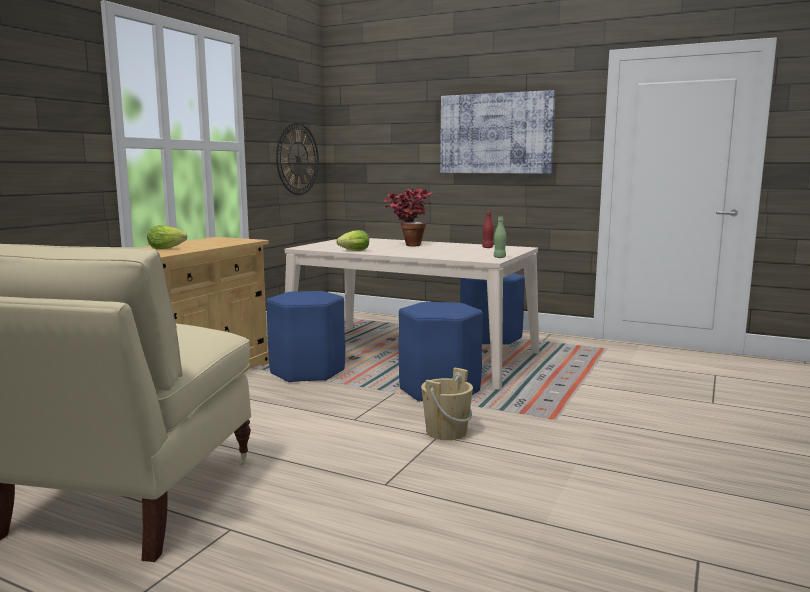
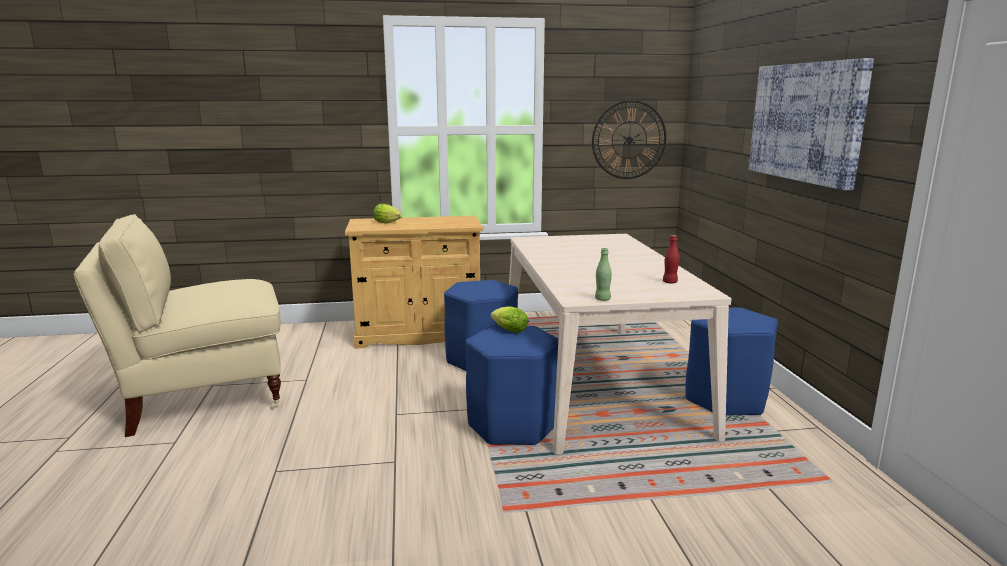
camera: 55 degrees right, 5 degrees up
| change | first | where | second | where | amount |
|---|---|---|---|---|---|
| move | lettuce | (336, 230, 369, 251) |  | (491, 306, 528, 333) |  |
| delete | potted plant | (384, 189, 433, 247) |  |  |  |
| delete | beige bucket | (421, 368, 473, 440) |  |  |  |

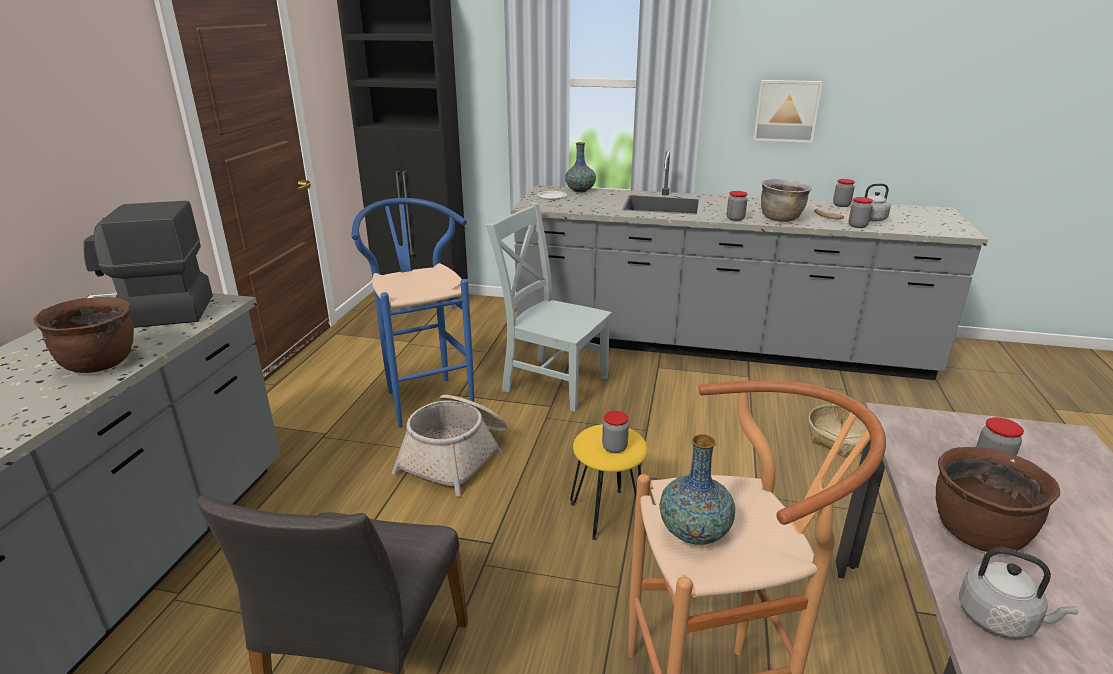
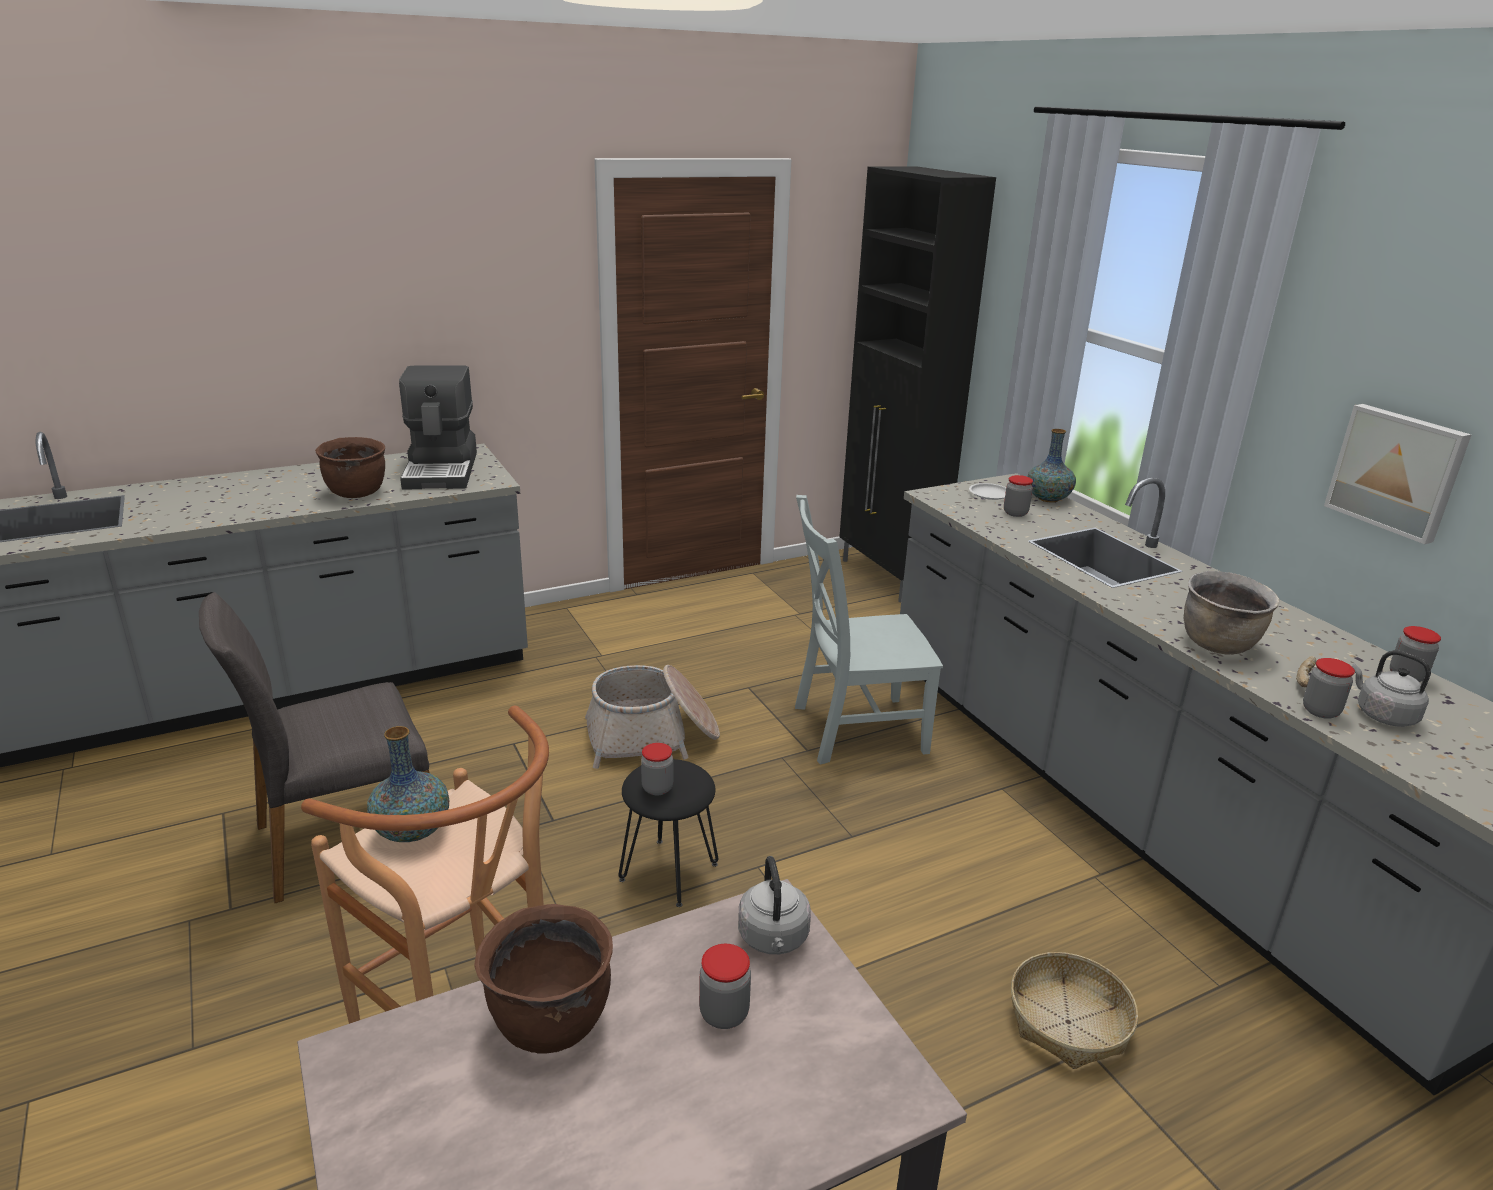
camera: 50 degrees right, 0 degrees up
| change | first | where | second | where | amount |
|---|---|---|---|---|---|
| rotate | coffee machine | (83, 201, 213, 328) |  | (399, 365, 477, 490) | 135 degrees counterclockwise |
| recolor | yellow stool | (570, 424, 648, 540) | black stool | (618, 759, 718, 907) |  |
| move | grey kettle | (959, 547, 1079, 638) |  | (738, 856, 811, 954) |  |
| rotate | grey chair | (486, 202, 612, 412) |  | (795, 495, 943, 765) | 90 degrees counterclockwise |
| move | jar | (727, 191, 747, 221) |  | (1004, 475, 1033, 517) |  |
| delete | blue stool | (351, 198, 474, 428) |  |  |  |

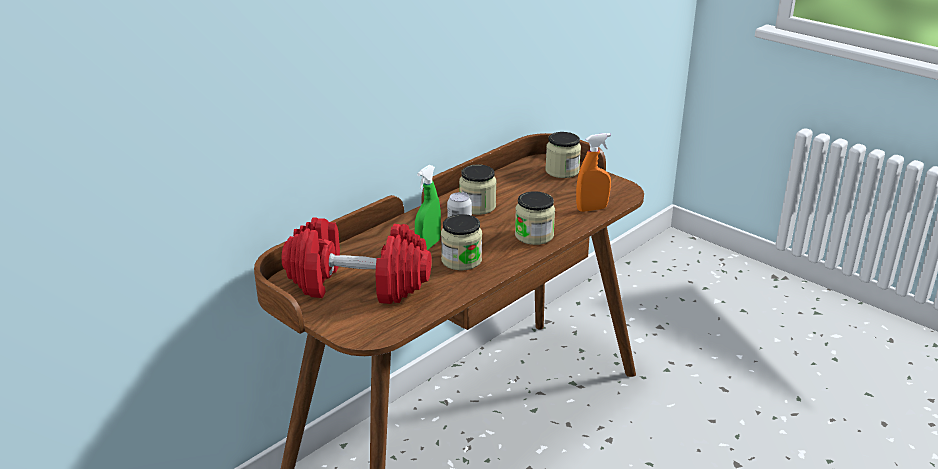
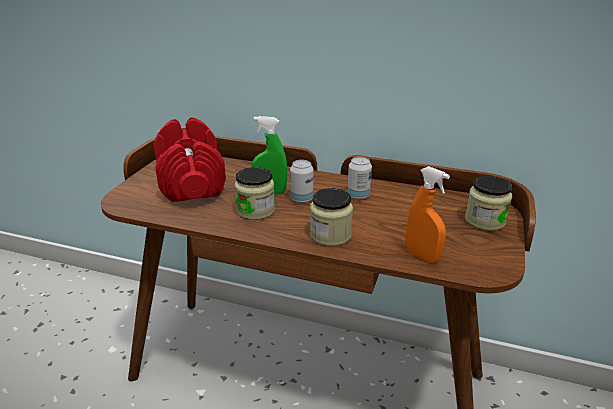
camera: 65 degrees right, 0 degrees up
| change | first | where | second | where | amount |
|---|---|---|---|---|---|
| replace | jar | (459, 164, 497, 215) | can | (348, 157, 372, 200) |  |

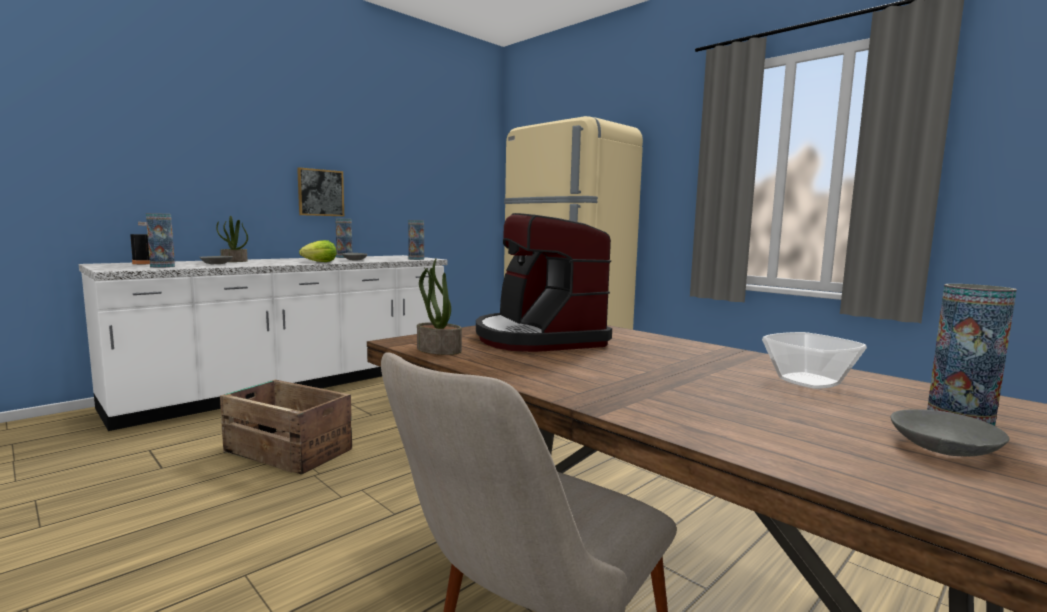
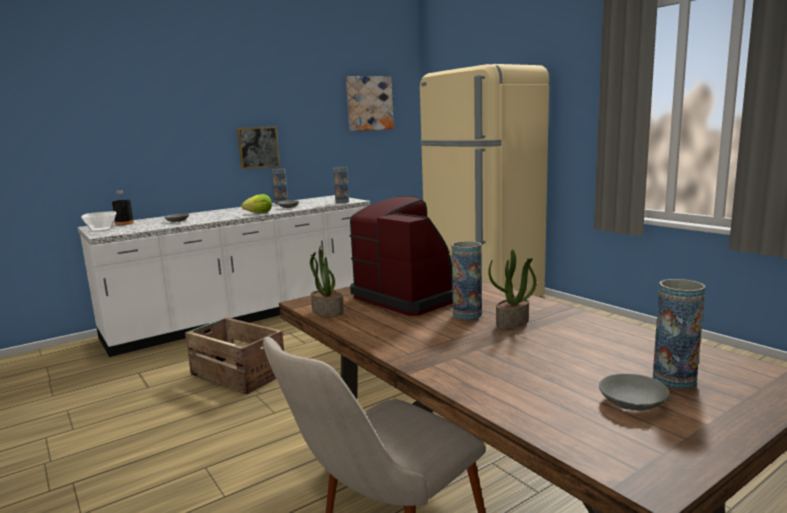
camera: 10 degrees right, 5 degrees up
| change | first | where | second | where | amount |
|---|---|---|---|---|---|
| move | bowl | (762, 332, 867, 389) |  | (81, 211, 116, 232) |  |
| insert |  |  | picture | (346, 76, 393, 131) |  |
| rotate | coffee machine | (476, 213, 612, 352) |  | (350, 196, 453, 316) | 150 degrees clockwise |
| move | vase | (146, 213, 175, 268) |  | (452, 241, 482, 320) |  |
| move | potted plant | (216, 216, 248, 262) |  | (488, 249, 537, 329) |  |

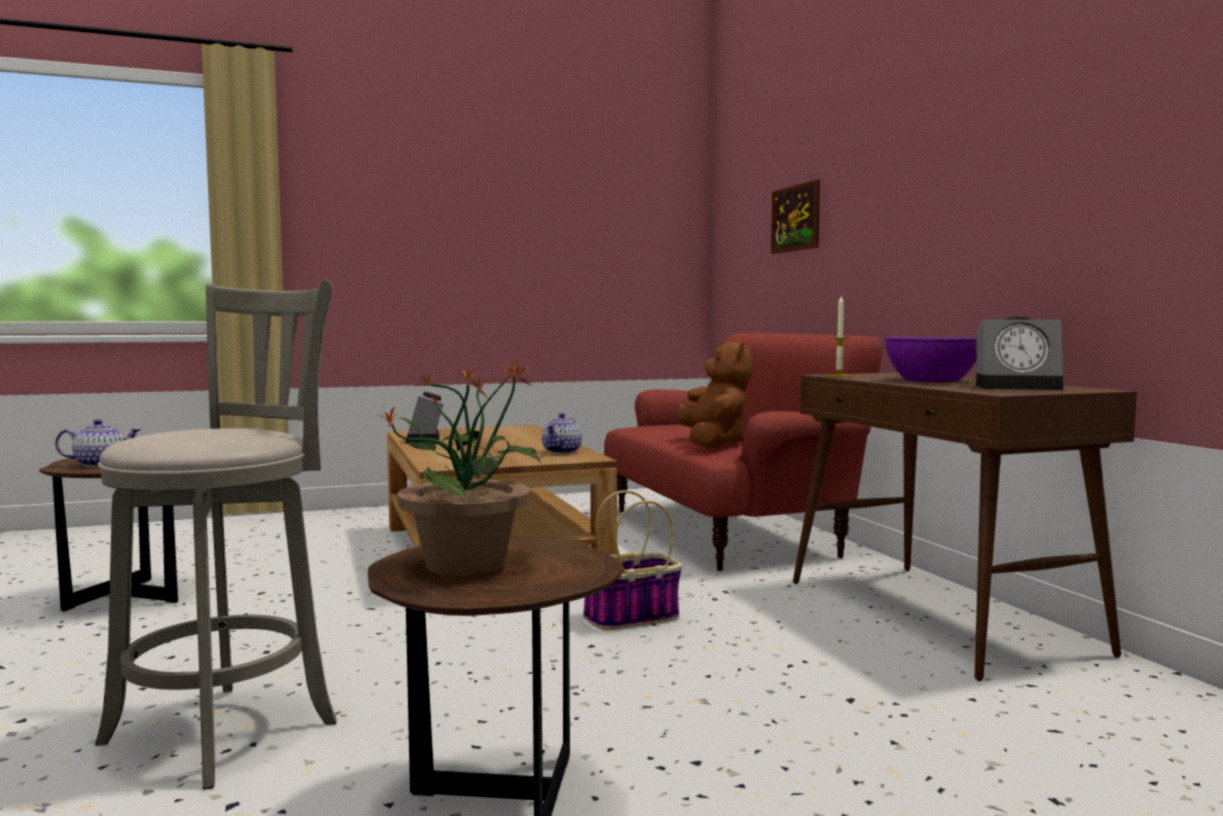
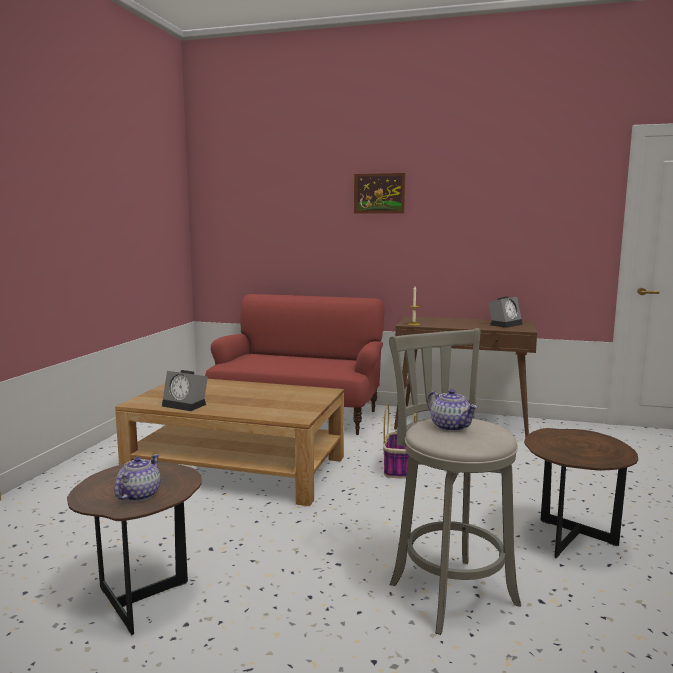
camera: 55 degrees left, 5 degrees up
| change | first | where | second | where | amount |
|---|---|---|---|---|---|
| move | picture | (771, 180, 820, 254) |  | (354, 173, 405, 214) |  |
| move | teapot | (542, 413, 582, 454) |  | (427, 389, 477, 432) |  |
| delete | potted plant | (379, 360, 541, 576) |  |  |  |
| delete | brown plush toy | (677, 340, 752, 448) |  |  |  |
| delete | purple bowl | (884, 337, 977, 382) |  |  |  |

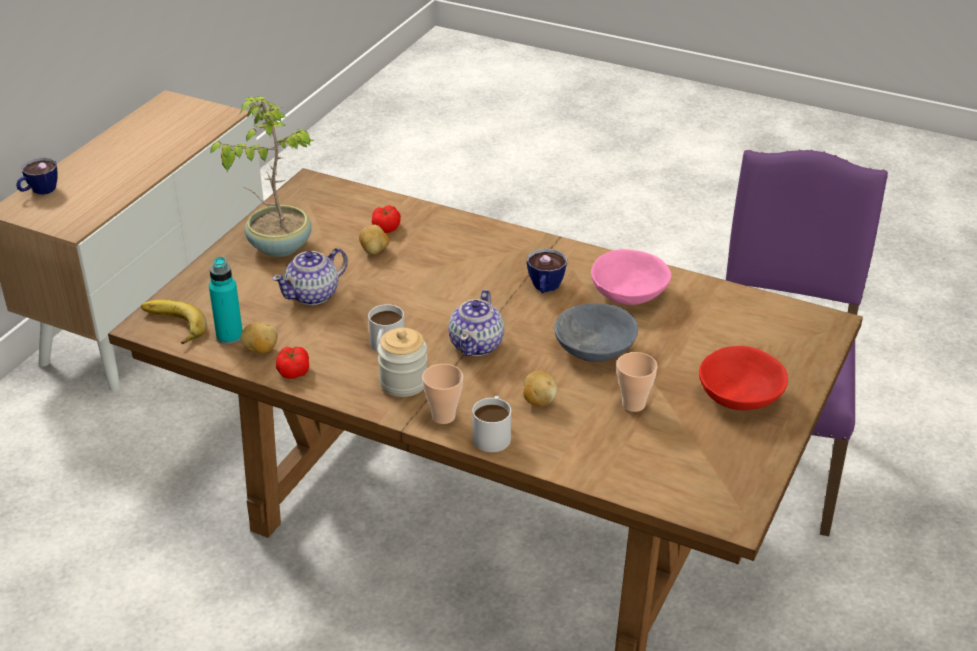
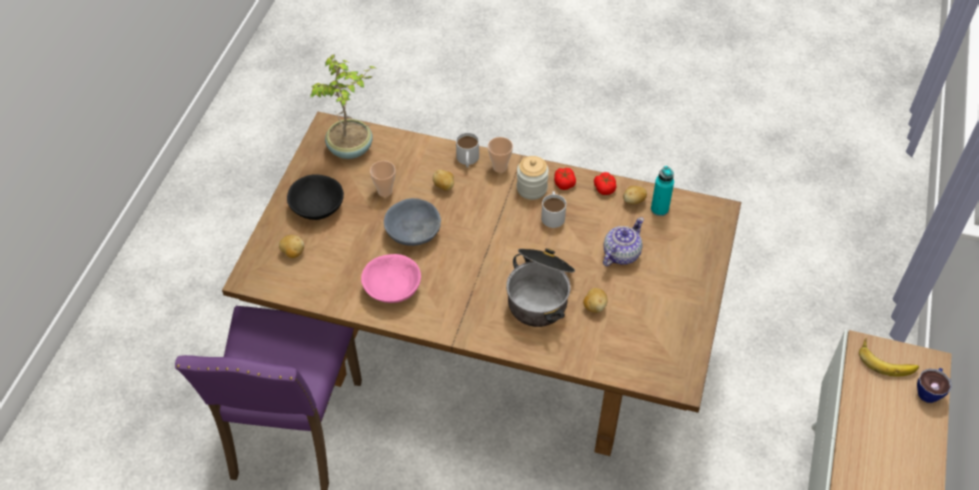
camera: 170 degrees right, 15 degrees up
| change | first | where | second | where | amount |
|---|---|---|---|---|---|
| insert |  |  | potato | (279, 235, 304, 258) |  |
| recolor | red bowl | (699, 346, 788, 410) | black bowl | (287, 174, 344, 220) |  |
| move | potted plant | (210, 96, 314, 257) |  | (310, 54, 375, 159) |  |
| insert |  |  | cooking pot | (506, 248, 575, 327) |  |
| move | tomato | (372, 205, 401, 233) |  | (554, 168, 576, 190) |  |
| move | banana | (141, 300, 207, 344) |  | (859, 338, 919, 377) |  |
| delete | teapot | (448, 290, 504, 356) |  |  |  |
| delete | cup | (527, 248, 567, 293) |  |  |  |

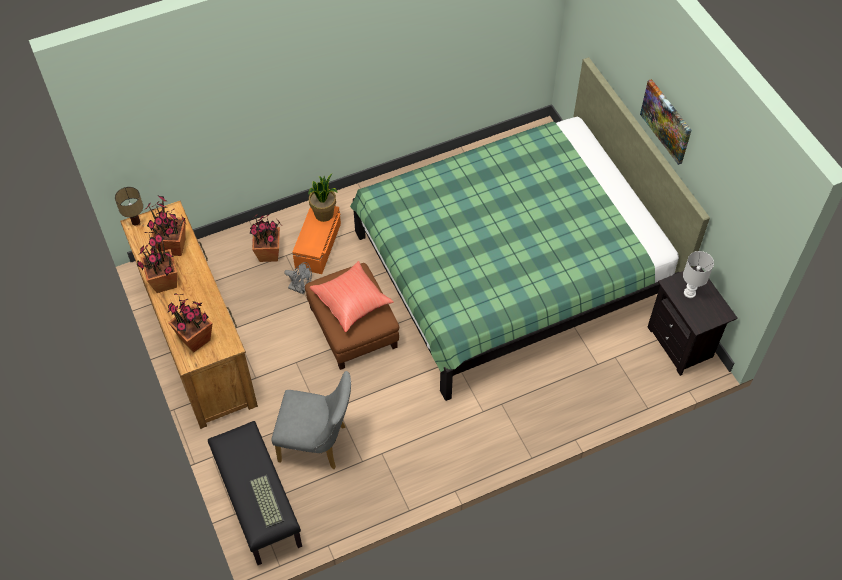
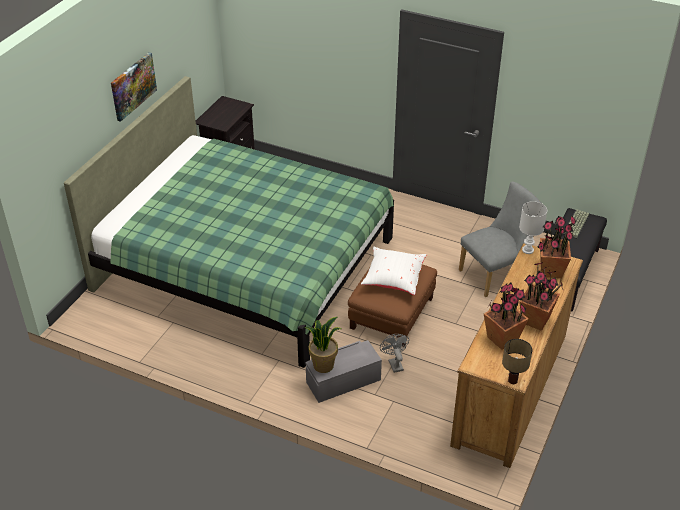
camera: 130 degrees left, 15 degrees down
| change | first | where | second | where | amount |
|---|---|---|---|---|---|
| recolor | orange storage box | (292, 206, 341, 274) | grey storage box | (306, 340, 382, 403) |  |
| recolor | red pillow | (310, 261, 394, 332) | white pillow | (361, 246, 426, 295) |  |
| rotate | grey chair | (271, 371, 351, 469) |  | (459, 181, 541, 297) | 90 degrees clockwise |
| move | white table lamp | (683, 251, 714, 298) |  | (519, 201, 547, 254) |  |
| delete | potted plant | (250, 214, 280, 262) |  |  |  |

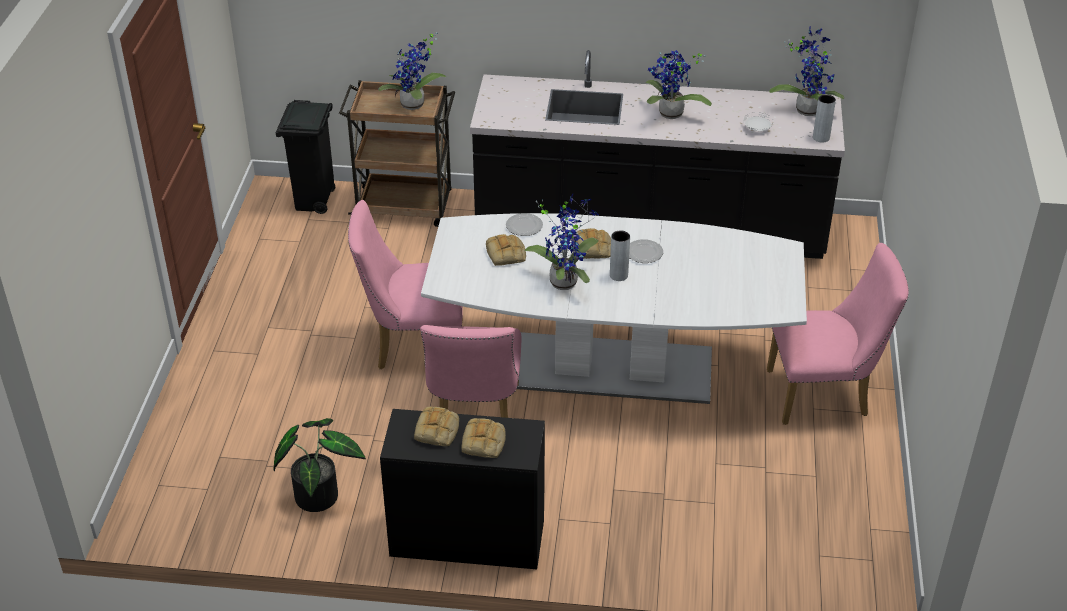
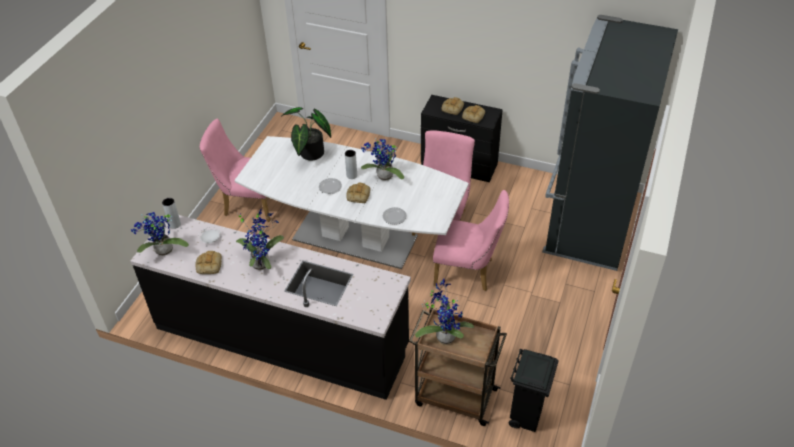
camera: 165 degrees left, 5 degrees up
| change | first | where | second | where | amount |
|---|---|---|---|---|---|
| move | bread | (486, 234, 526, 266) |  | (195, 251, 222, 274) |  |
| move | potted plant | (274, 418, 366, 512) |  | (281, 107, 331, 160) |  |
| insert |  |  | black fridge | (542, 15, 678, 271) |  |

